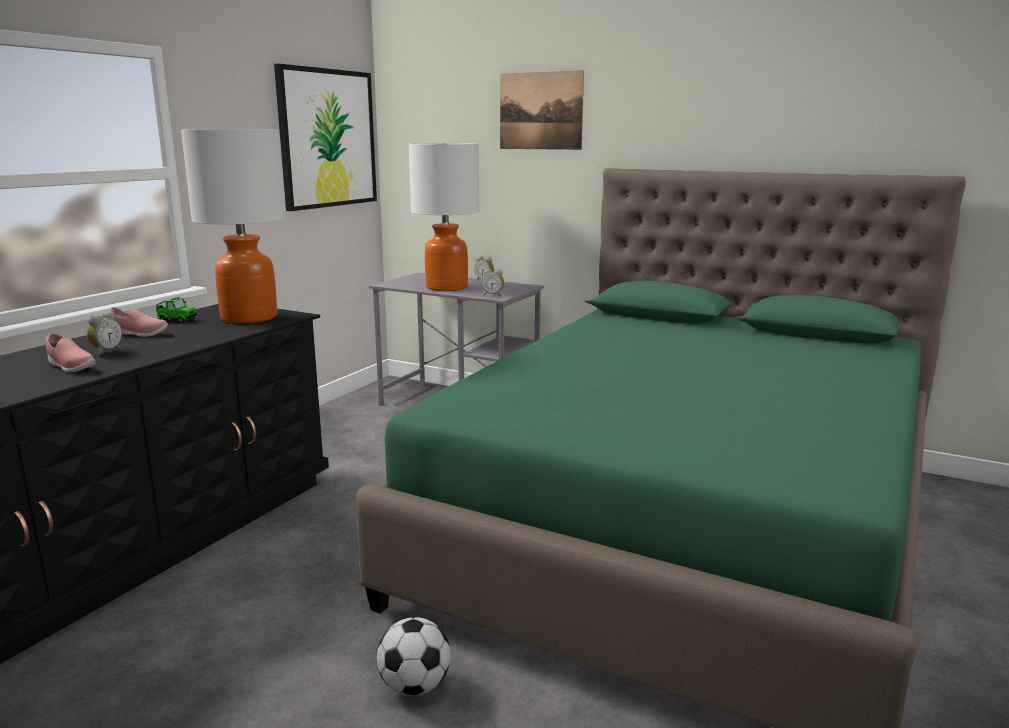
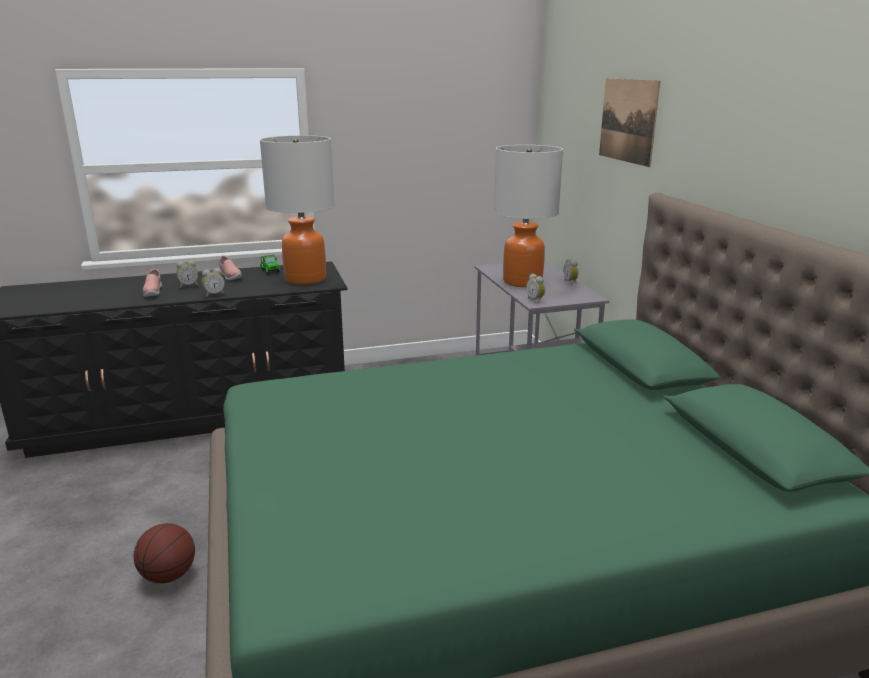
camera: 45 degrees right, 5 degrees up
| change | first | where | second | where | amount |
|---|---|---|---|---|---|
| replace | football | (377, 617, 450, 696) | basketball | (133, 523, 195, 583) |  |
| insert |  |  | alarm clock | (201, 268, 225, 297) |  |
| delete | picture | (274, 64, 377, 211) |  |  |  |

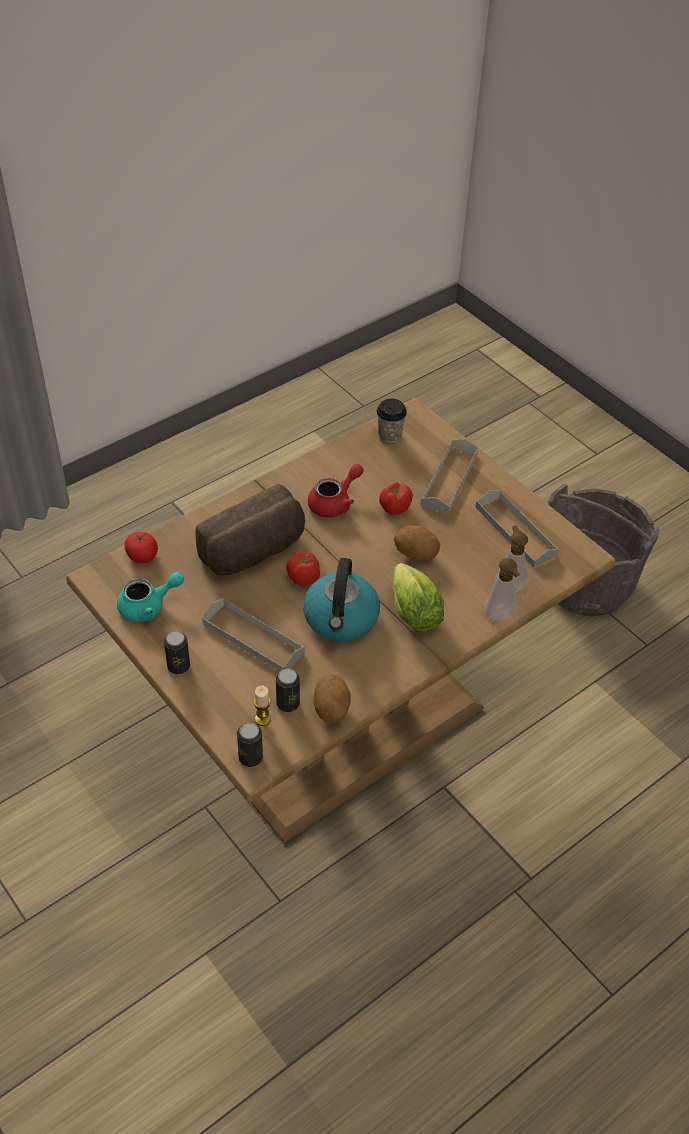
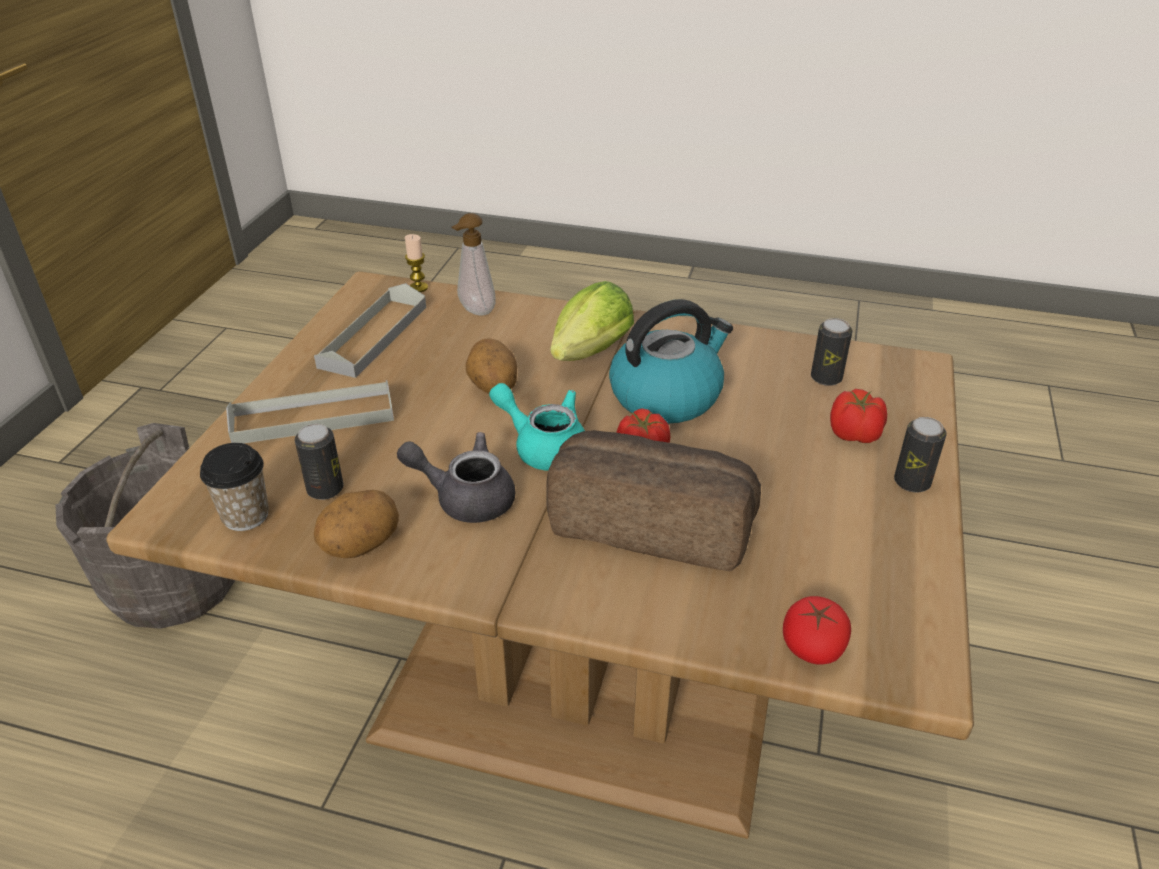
camera: 125 degrees left, 10 degrees down
| change | first | where | second | where | amount |
|---|---|---|---|---|---|
| move | can | (237, 723, 263, 767) |  | (295, 424, 344, 500) |  |
| move | potato | (314, 675, 351, 723) |  | (314, 490, 399, 558) |  |
| recolor | red teapot | (308, 464, 364, 518) | grey teapot | (397, 432, 515, 523) |  |
| move | candle | (254, 685, 271, 726) |  | (405, 234, 428, 292) |  |
| move | turquoise teapot | (117, 572, 184, 622) |  | (489, 383, 585, 471) |  |
| move | tomato | (379, 482, 413, 515) |  | (830, 389, 887, 443) |  |
| delete | grey tray | (202, 598, 305, 671) |  |  |  |
| delete | soap dispenser | (484, 558, 521, 621) |  |  |  |

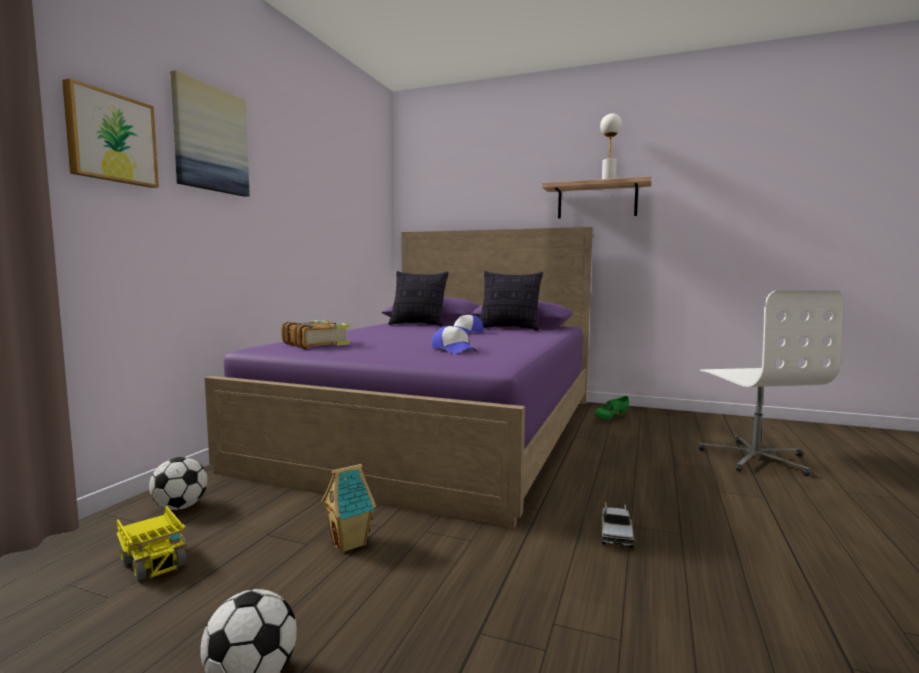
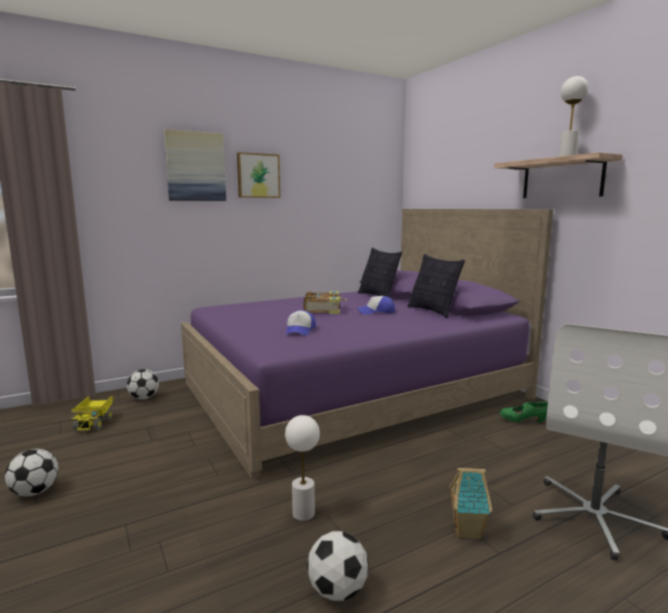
camera: 40 degrees right, 5 degrees up
| change | first | where | second | where | amount |
|---|---|---|---|---|---|
| move | picture | (62, 78, 159, 188) |  | (237, 152, 280, 198) |  |
| replace | toy truck | (601, 502, 634, 548) | white table lamp | (285, 415, 320, 521) |  |
| move | book | (281, 320, 350, 349) |  | (303, 291, 347, 314) |  |
| insert |  |  | football | (307, 531, 369, 601) |  |
| move | toy house | (321, 464, 376, 553) |  | (449, 466, 492, 539) |  |

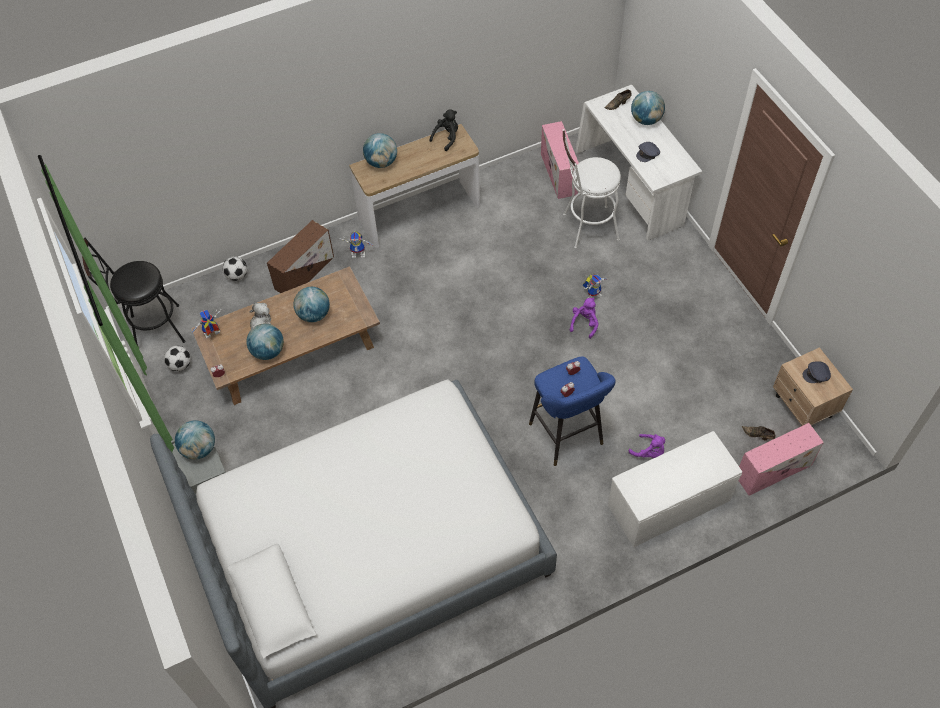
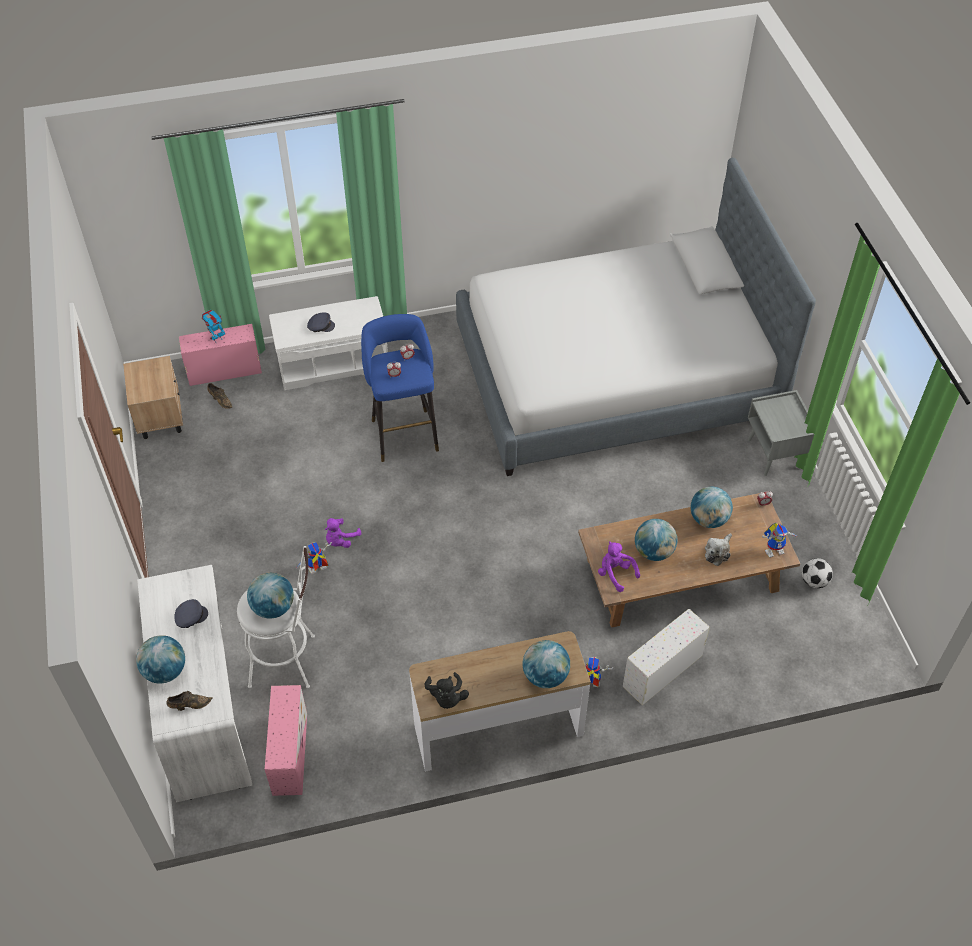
camera: 170 degrees left, 5 degrees down
| change | first | where | second | where | amount |
|---|---|---|---|---|---|
| insert |  |  | toy robot | (202, 309, 225, 342) |  |
| move | globe | (175, 420, 215, 460) |  | (247, 572, 294, 619) |  |
| move | grey cap | (803, 361, 831, 383) |  | (307, 313, 335, 332) |  |
| rotate | black plush toy | (430, 110, 458, 151) |  | (424, 672, 469, 709) | 60 degrees counterclockwise |
| move | purple plush toy | (629, 434, 665, 458) |  | (598, 541, 640, 592) |  |
| recolor | brown storage box | (267, 220, 334, 293) | white storage box | (623, 609, 710, 705) |  |
| delete | black stool | (82, 238, 186, 346) |  |  |  |
| delete | football | (223, 256, 247, 281) |  |  |  |

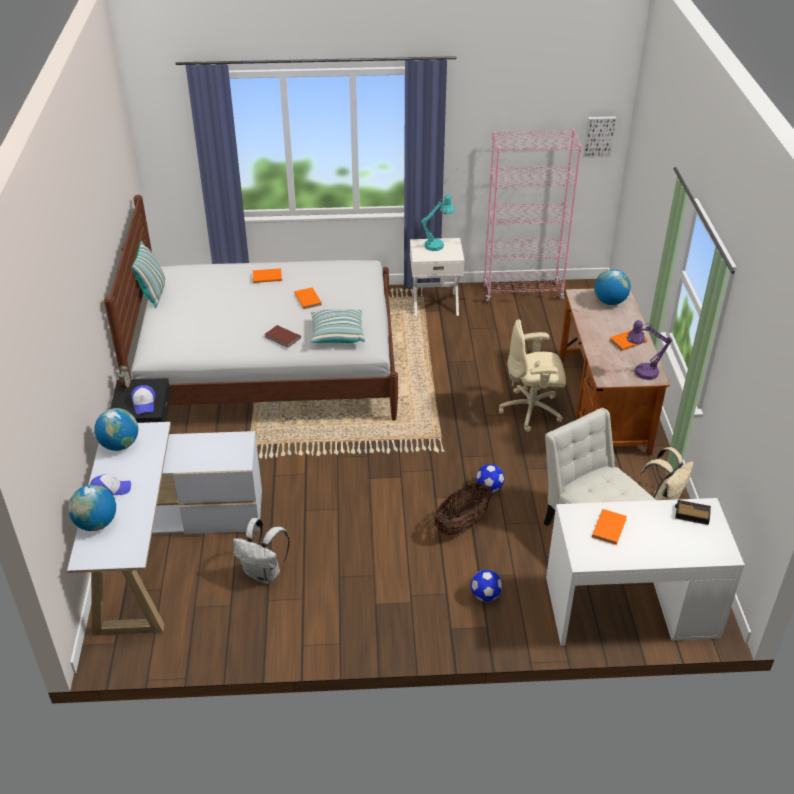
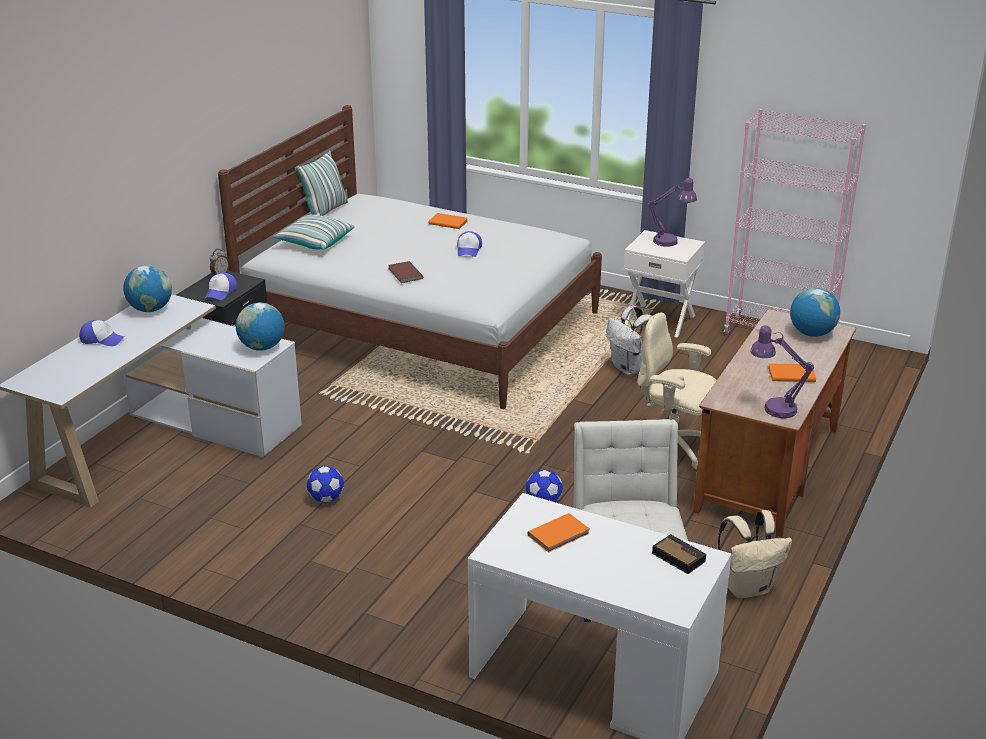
camera: 30 degrees right, 10 degrees down
| change | first | where | second | where | amount |
|---|---|---|---|---|---|
| move | globe | (68, 485, 116, 531) |  | (236, 302, 285, 351) |  |
| move | pillow | (310, 309, 365, 343) |  | (273, 214, 355, 249) |  |
| move | football | (471, 570, 502, 602) |  | (307, 466, 344, 503) |  |
| replace | orange book | (294, 287, 322, 309) | cap | (457, 231, 482, 257) |  |
| move | white backpack | (233, 518, 290, 584) |  | (606, 305, 652, 375) |  |
| recolor | turquoise table lamp | (421, 195, 455, 251) | purple table lamp | (648, 178, 697, 247) |  |
| delete | basket | (434, 483, 492, 535) |  |  |  |
| delete | picture | (583, 116, 617, 158) |  |  |  |

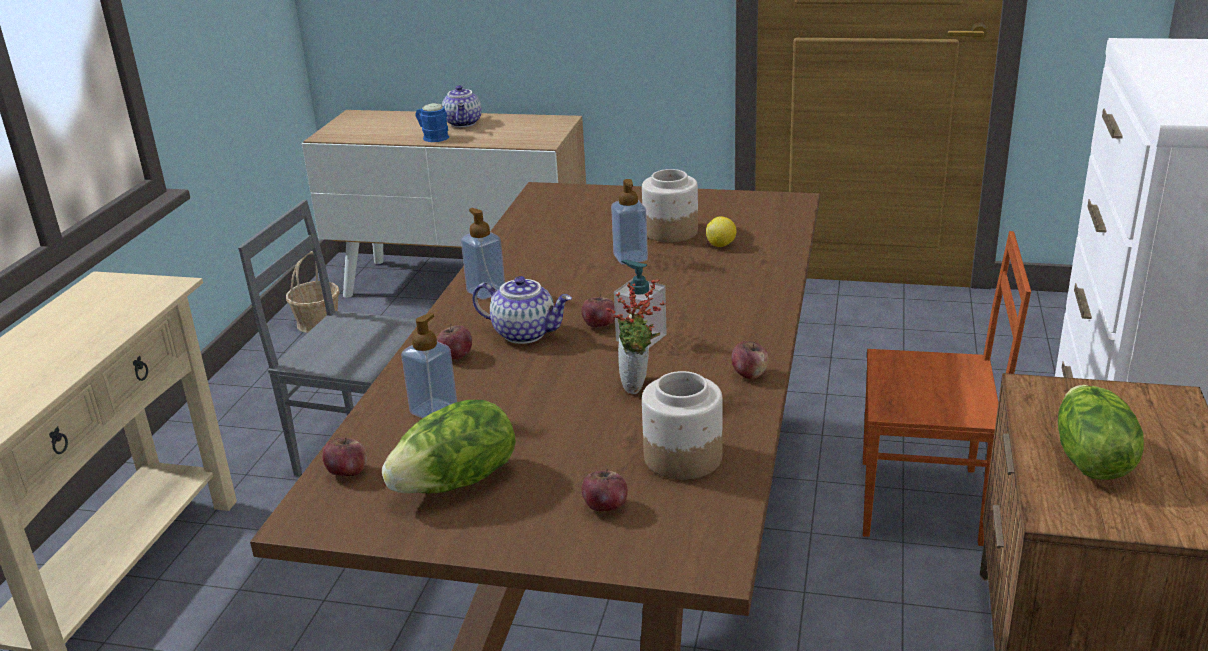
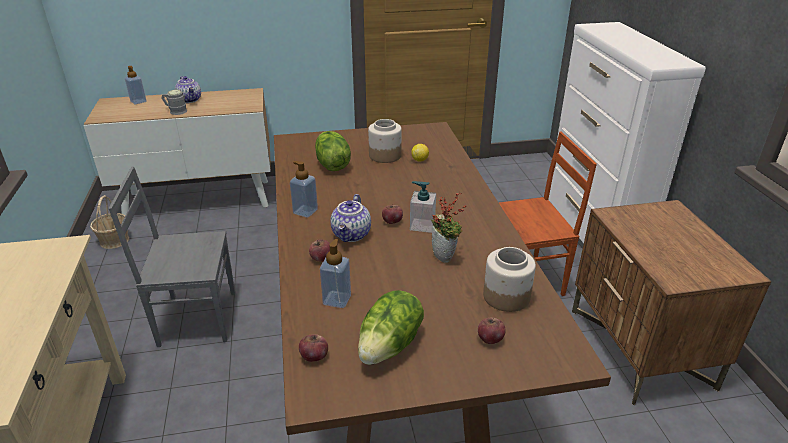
camera: 25 degrees left, 5 degrees up
| change | first | where | second | where | amount |
|---|---|---|---|---|---|
| move | soap dispenser | (611, 179, 648, 265) |  | (125, 66, 147, 104) |  |
| recolor | blue mug | (415, 103, 449, 142) | grey mug | (162, 90, 187, 115) |  |
| move | lettuce | (1058, 385, 1144, 480) |  | (315, 131, 351, 171) |  |
| rotate | teapot | (473, 276, 572, 344) |  | (331, 194, 371, 242) | 105 degrees clockwise |
| delete | apple | (731, 341, 769, 379) |  |  |  |

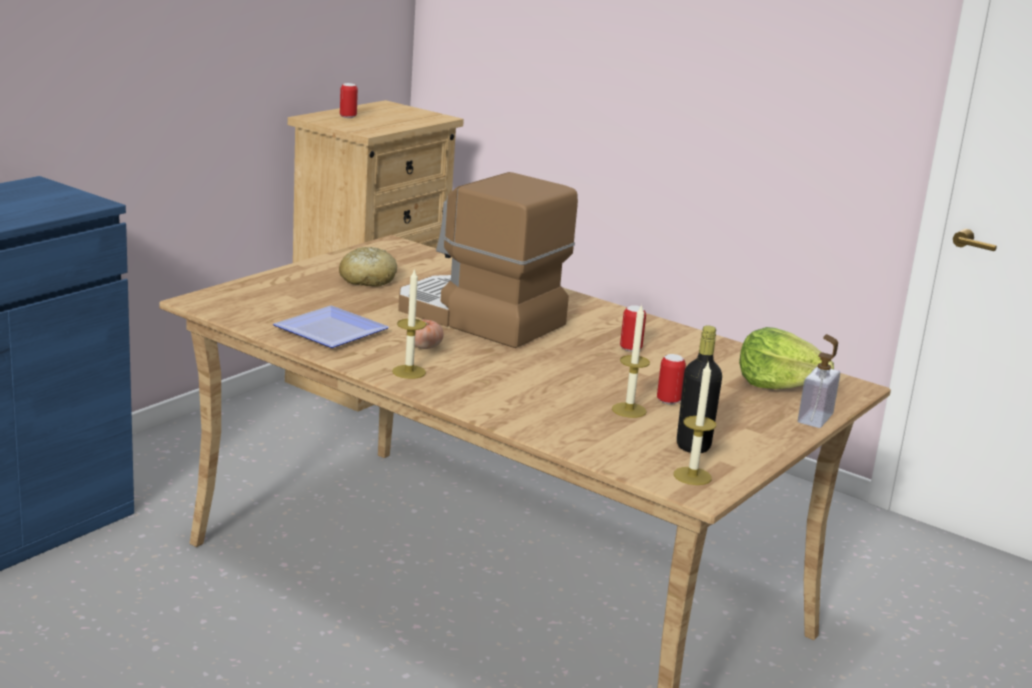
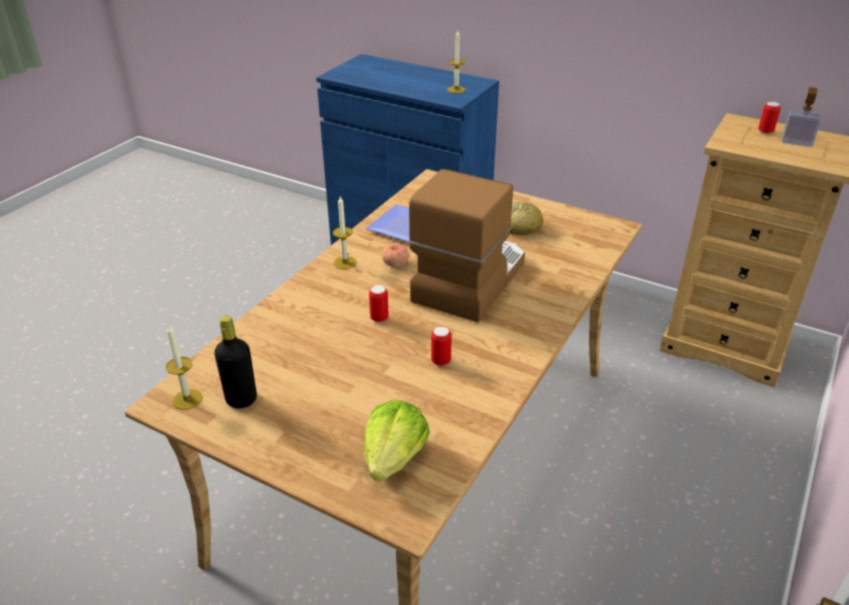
camera: 85 degrees right, 15 degrees up
| change | first | where | second | where | amount |
|---|---|---|---|---|---|
| move | can | (657, 354, 686, 405) |  | (369, 285, 389, 322) |  |
| move | candle | (612, 304, 650, 418) |  | (447, 31, 466, 93) |  |
| move | soap dispenser | (798, 334, 840, 428) |  | (782, 87, 821, 147) |  |

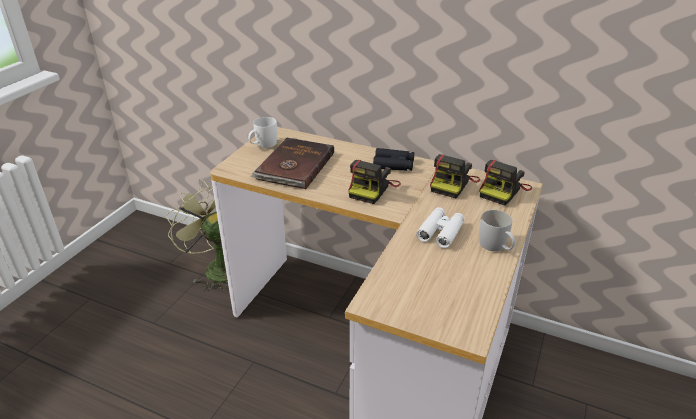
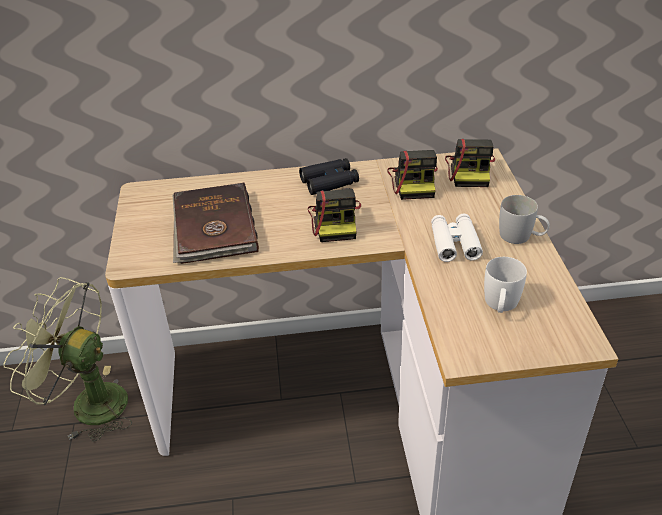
camera: 30 degrees left, 5 degrees up
| change | first | where | second | where | amount |
|---|---|---|---|---|---|
| move | white mug | (248, 117, 277, 148) |  | (484, 257, 527, 313) |  |

